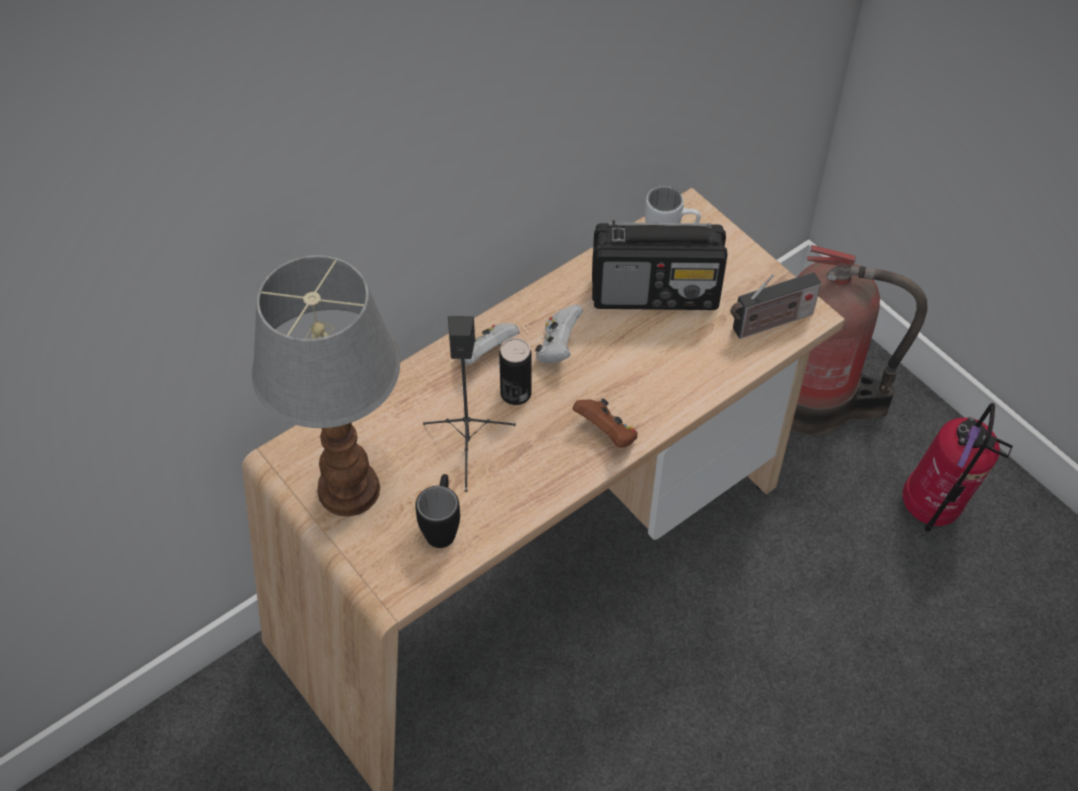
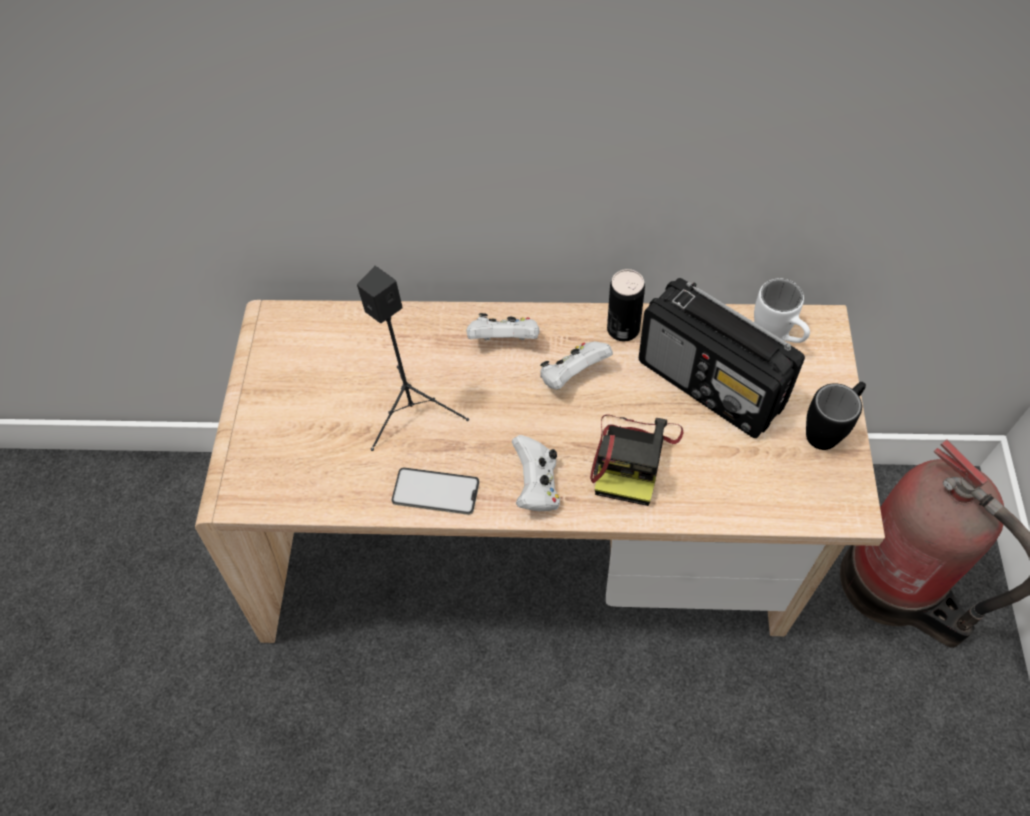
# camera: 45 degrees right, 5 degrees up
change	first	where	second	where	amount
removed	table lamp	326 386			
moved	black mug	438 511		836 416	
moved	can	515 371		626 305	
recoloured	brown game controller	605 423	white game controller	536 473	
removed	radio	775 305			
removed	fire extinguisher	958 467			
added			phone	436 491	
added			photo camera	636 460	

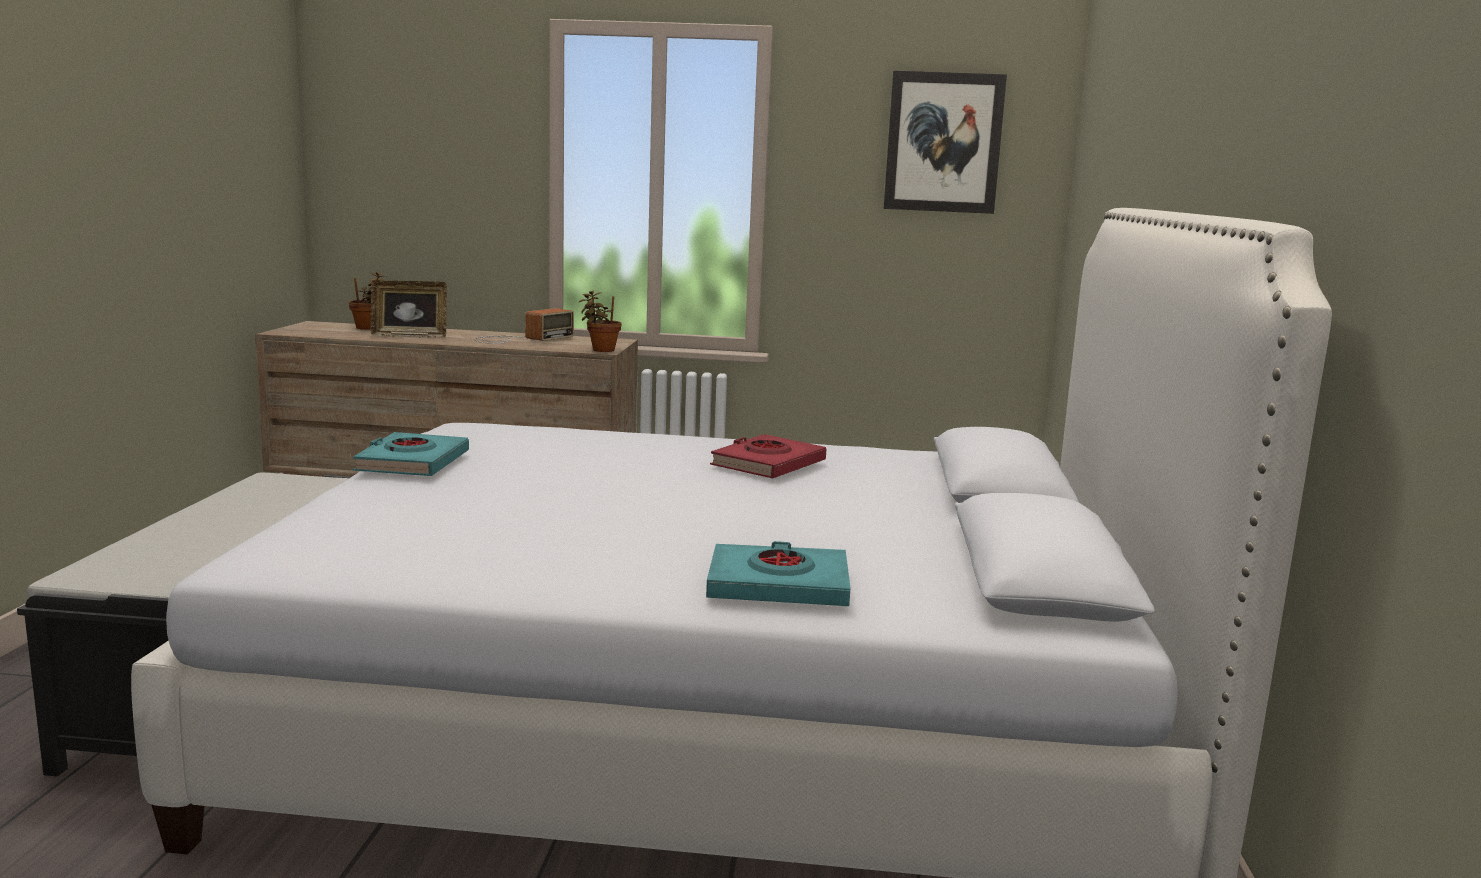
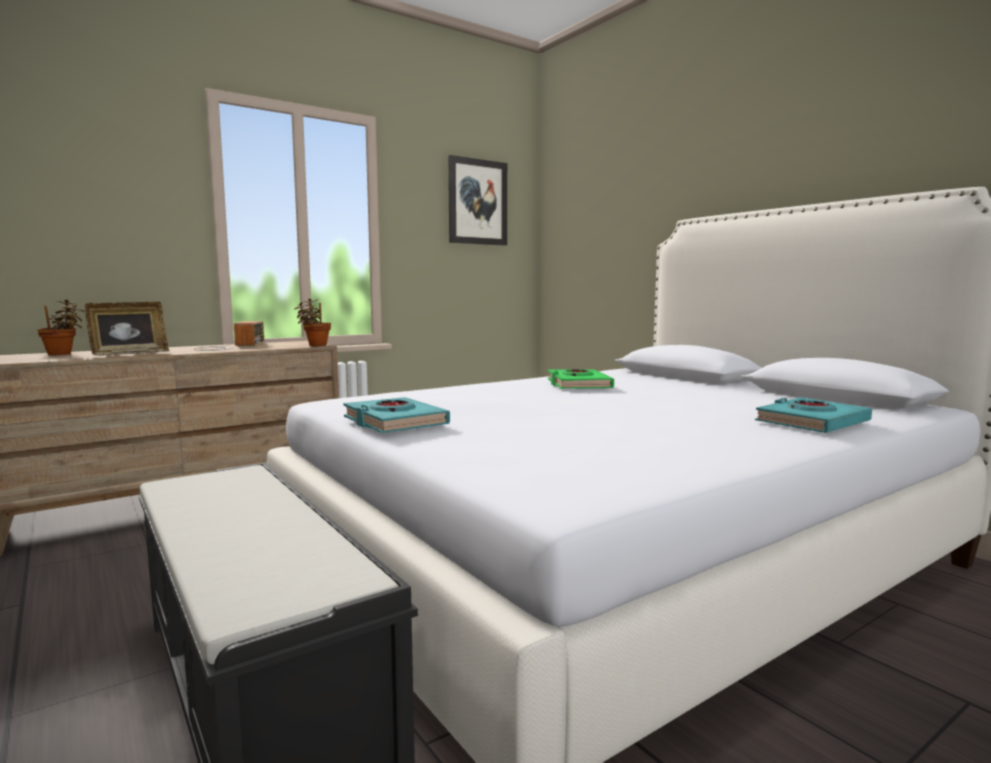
# camera: 40 degrees left, 5 degrees down
change	first	where	second	where	amount
recoloured	red book	768 456	green book	581 379	

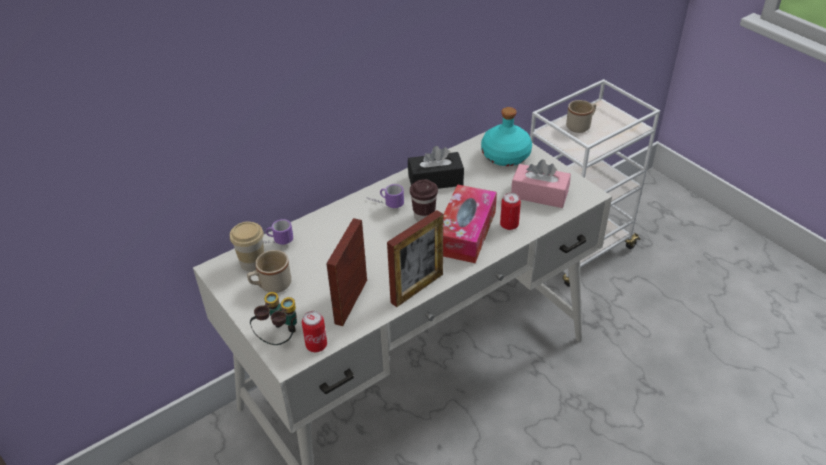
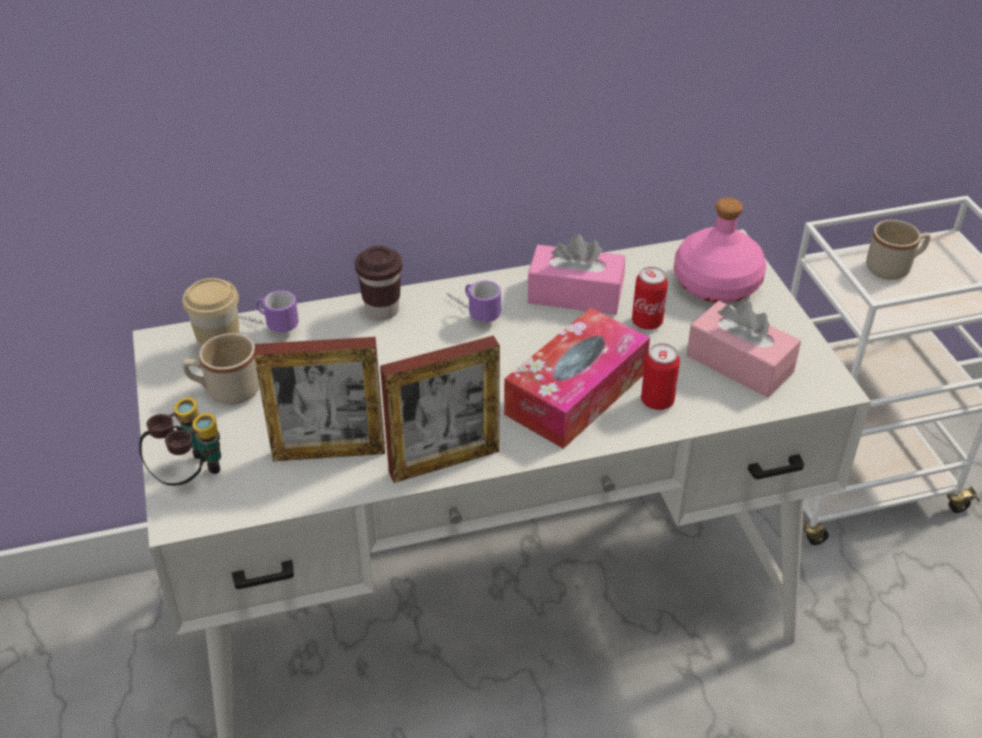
# camera: 20 degrees right, 0 degrees up
change	first	where	second	where	amount
moved	can	314 331		650 298	
turned	picture frame	346 272		319 399	135 degrees counterclockwise
recoloured	black tissue box	436 167	pink tissue box	576 274	
moved	brown cup	424 200		378 283	
recoloured	turquoise bottle	506 136	pink bottle	720 250	

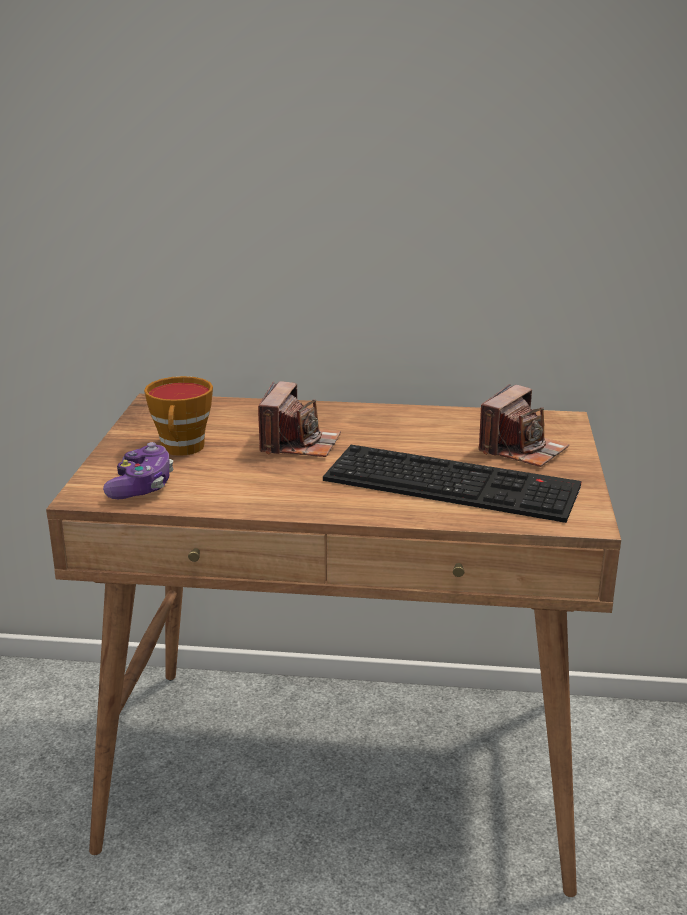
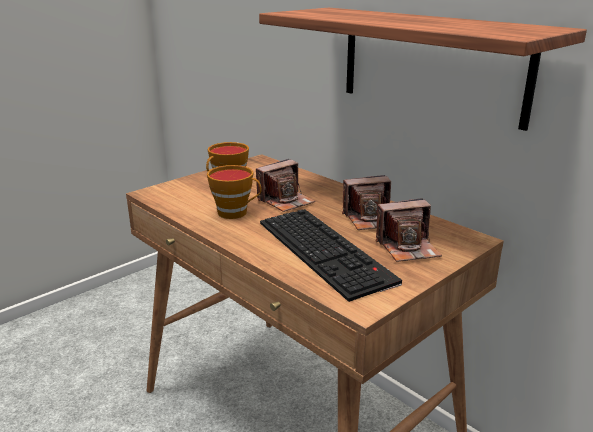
# camera: 40 degrees right, 0 degrees up
change	first	where	second	where	amount
removed	game controller	138 470			
added			cup	234 192	
added			shelf	423 69	
added			photo camera	366 202	

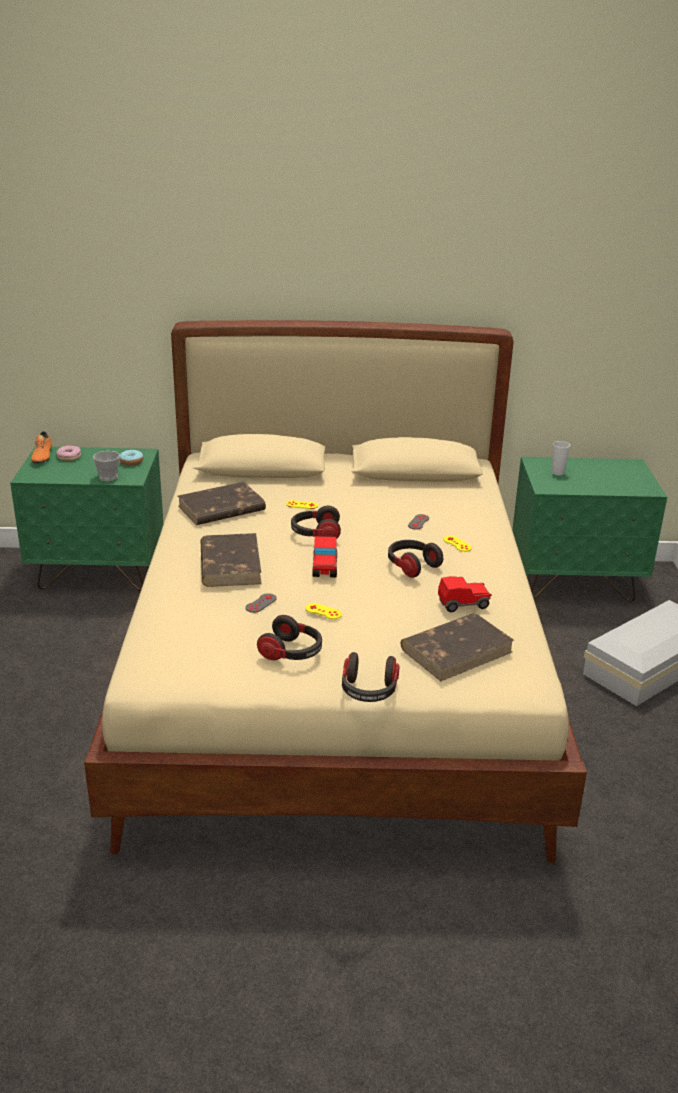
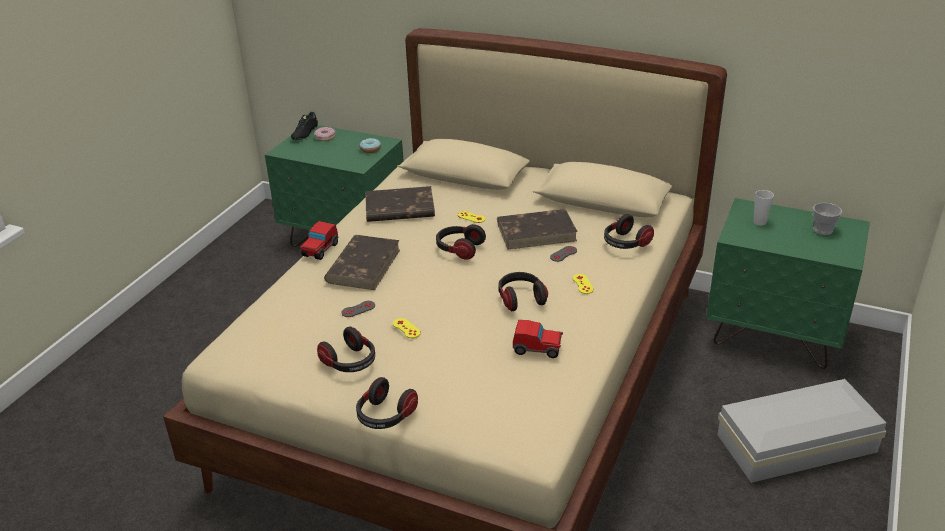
# camera: 25 degrees right, 5 degrees up
change	first	where	second	where	amount
recoloured	orange shoe	41 447	black shoe	304 126	
moved	cup	106 466		827 219	
moved	toy car	324 556		319 240	
moved	brown book	457 647		537 229	
added			headphones	629 231	

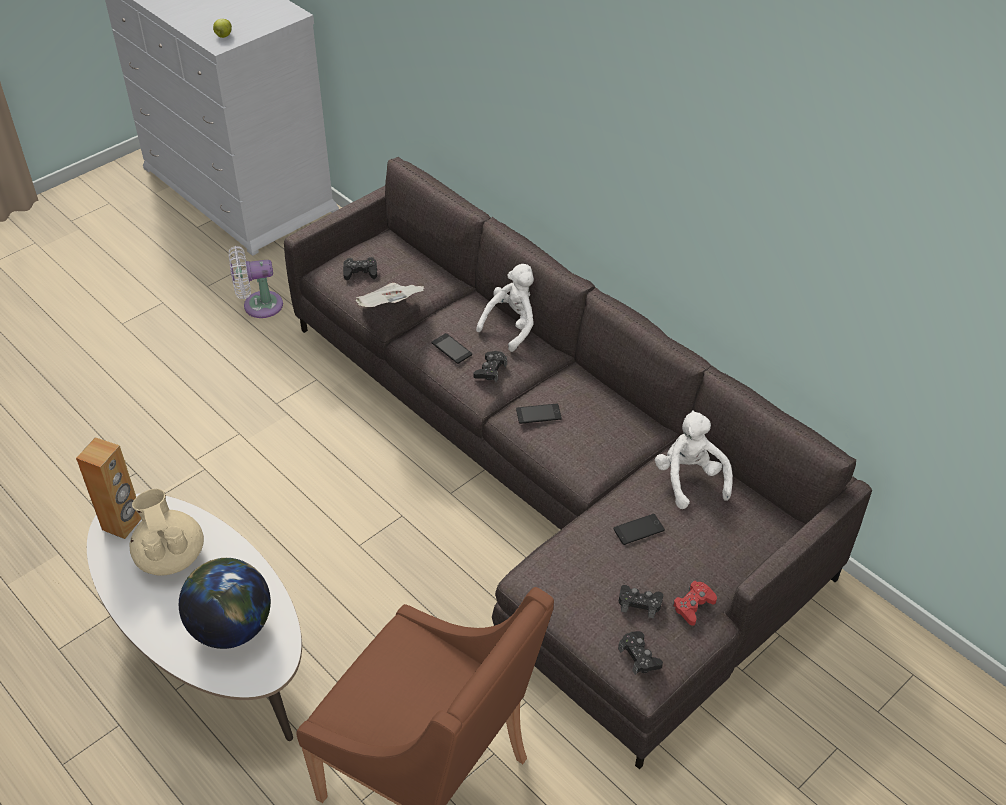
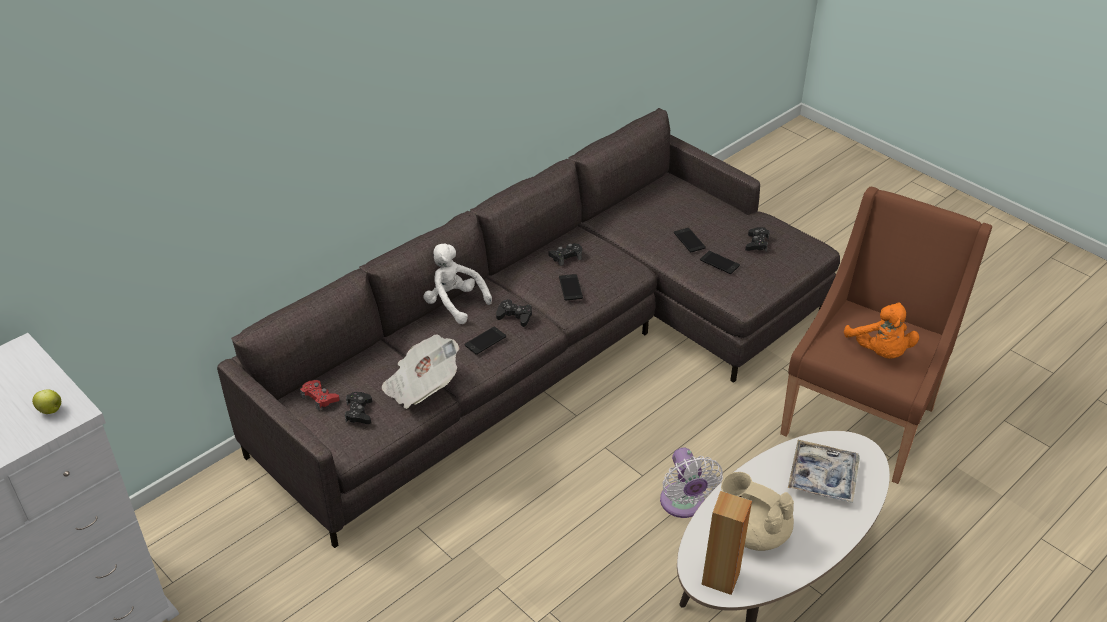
# camera: 90 degrees left, 5 degrees down
change	first	where	second	where	amount
turned	beige teapot	167 532		757 511	60 degrees clockwise
replaced	globe	225 603	tray	824 471	
moved	white fan	256 282		691 483	
moved	black game controller	640 653		565 254	
removed	white plush toy	694 459			
moved	red game controller	694 603		320 395	
added			phone	720 262	
added			orange plush toy	881 330	

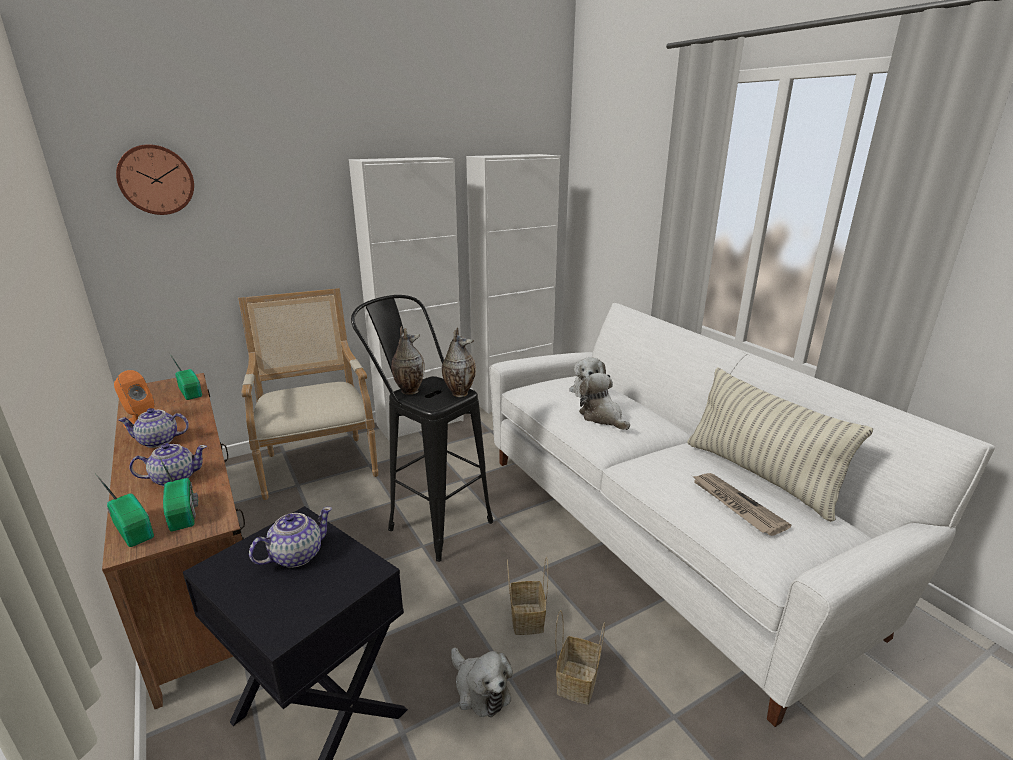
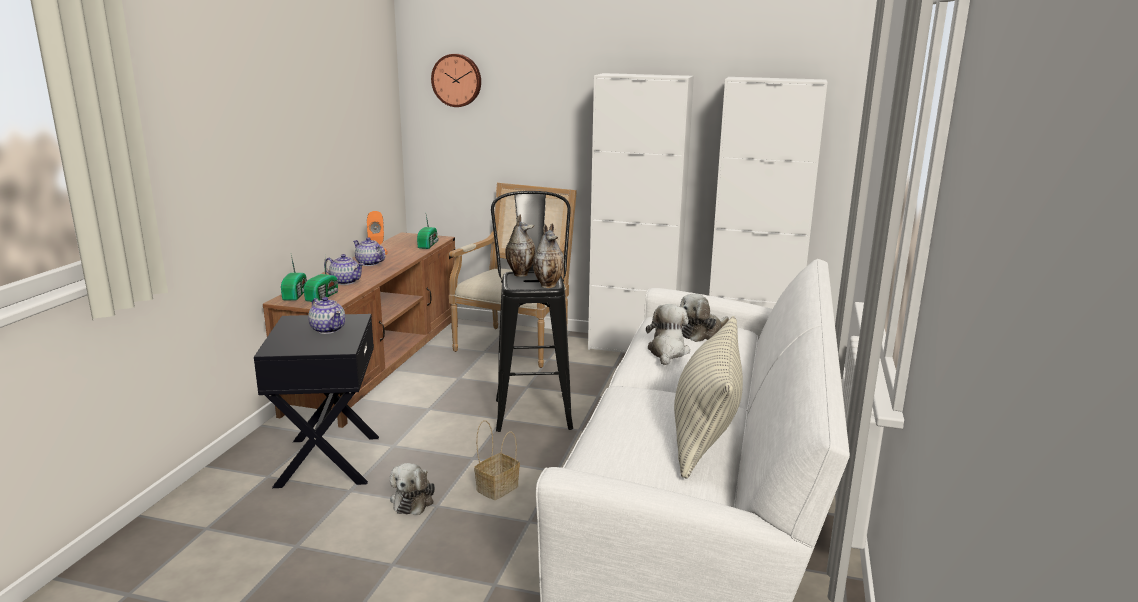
# camera: 45 degrees right, 5 degrees down
change	first	where	second	where	amount
turned	teapot	290 537		326 315	45 degrees clockwise
removed	basket	580 657			
removed	newspaper	741 504			

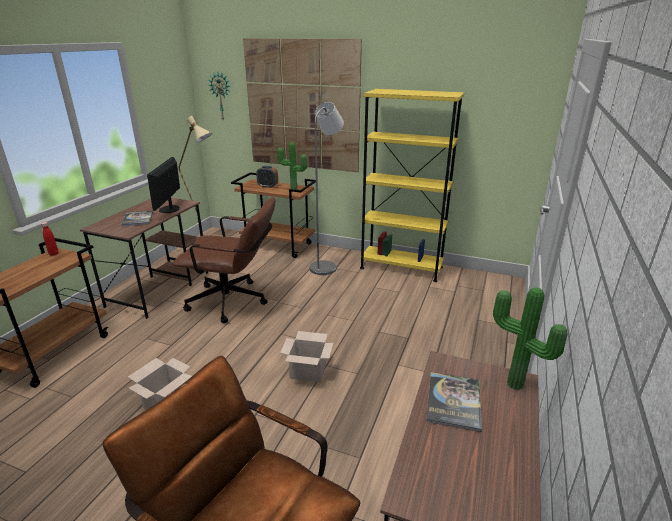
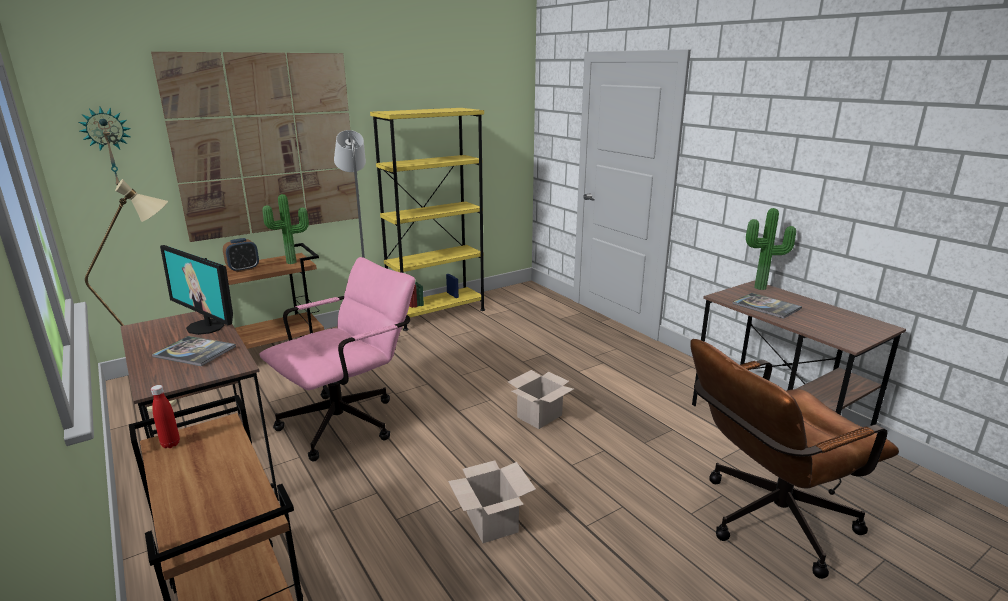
# camera: 55 degrees left, 5 degrees down
change	first	where	second	where	amount
recoloured	brown office chair	224 260	pink office chair	337 359	

